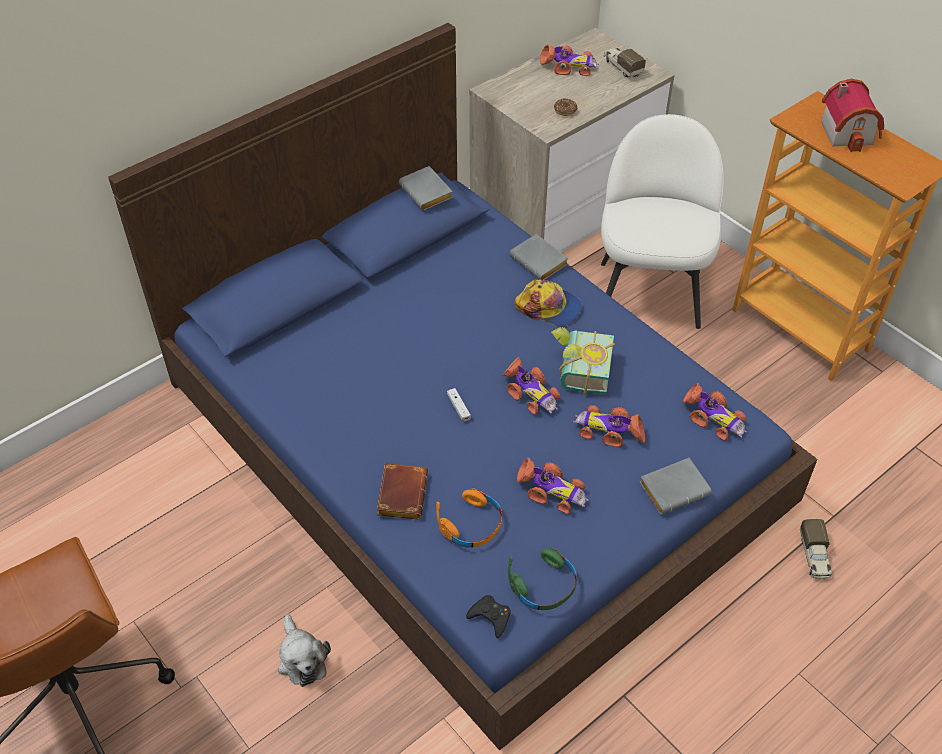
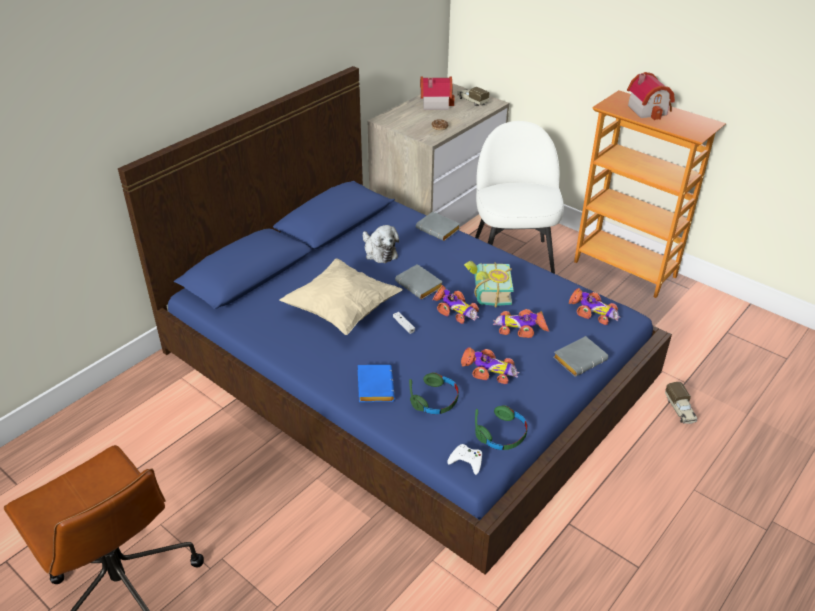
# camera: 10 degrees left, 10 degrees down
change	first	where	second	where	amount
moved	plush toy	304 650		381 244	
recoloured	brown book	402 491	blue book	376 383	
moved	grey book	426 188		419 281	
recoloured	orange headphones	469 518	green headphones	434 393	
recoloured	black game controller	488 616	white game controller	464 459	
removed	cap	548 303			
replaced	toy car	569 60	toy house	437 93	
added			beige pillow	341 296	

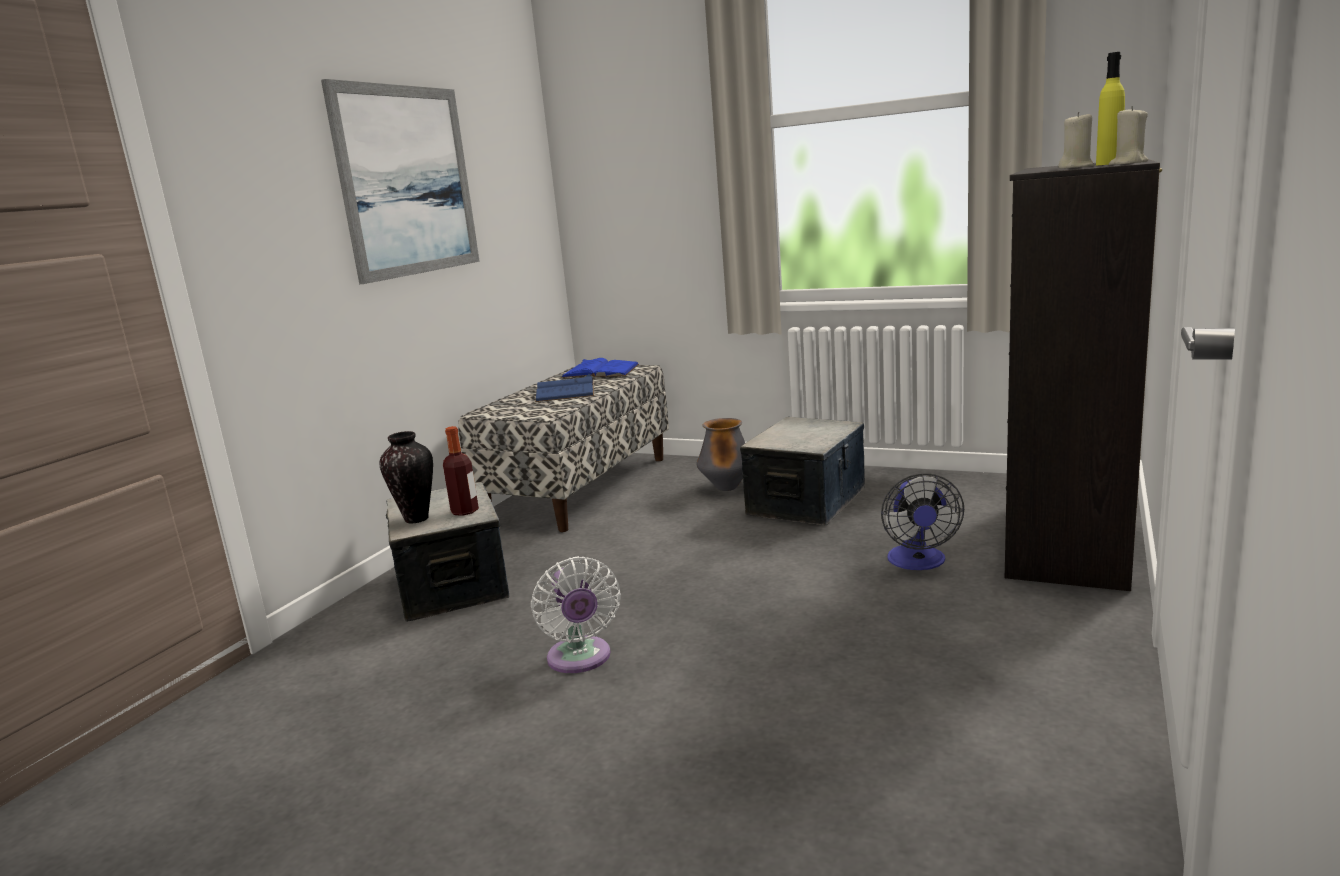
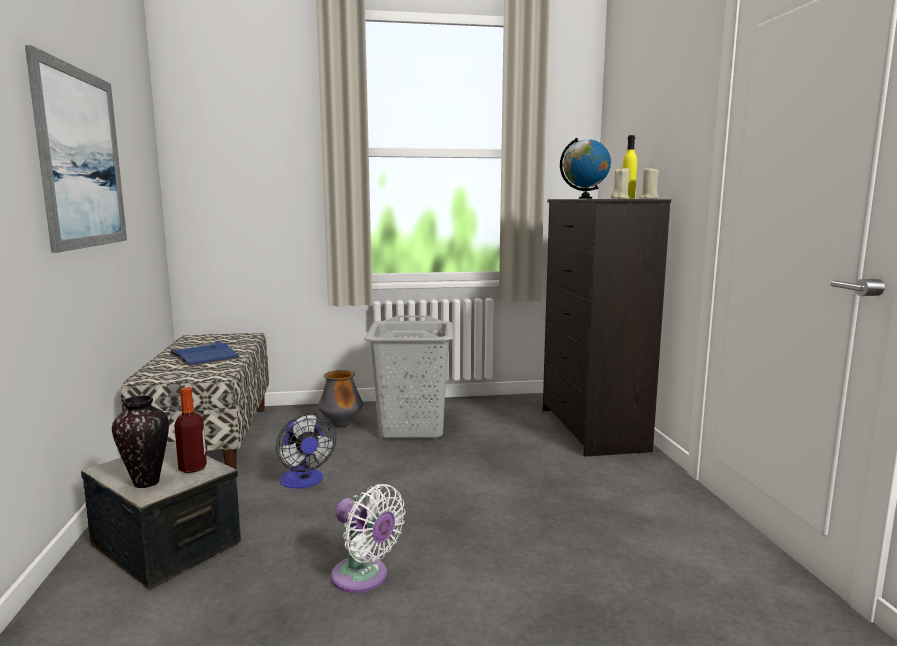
# camera: 35 degrees left, 5 degrees down
change	first	where	second	where	amount
removed	blue book	600 368			
replaced	storage box	802 471	grey laundry basket	409 376	
moved	fan	922 521		306 450	
added			globe	585 168	

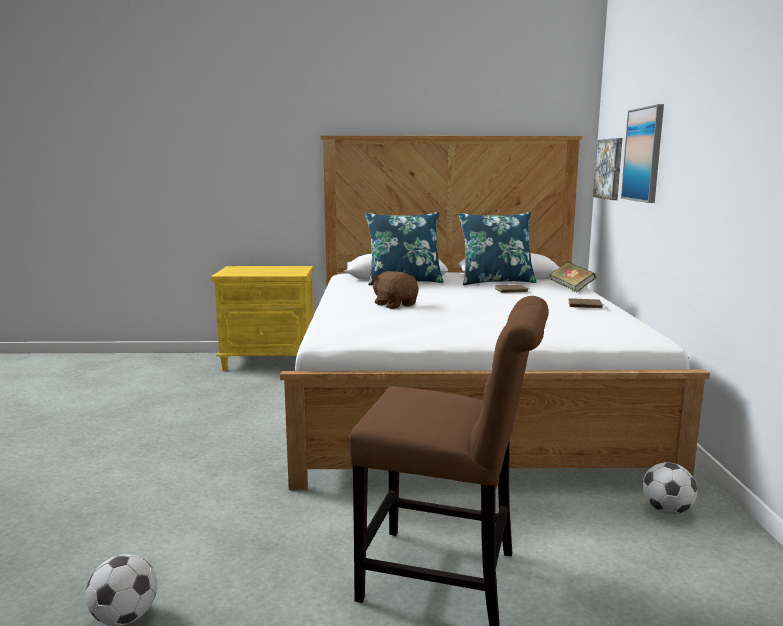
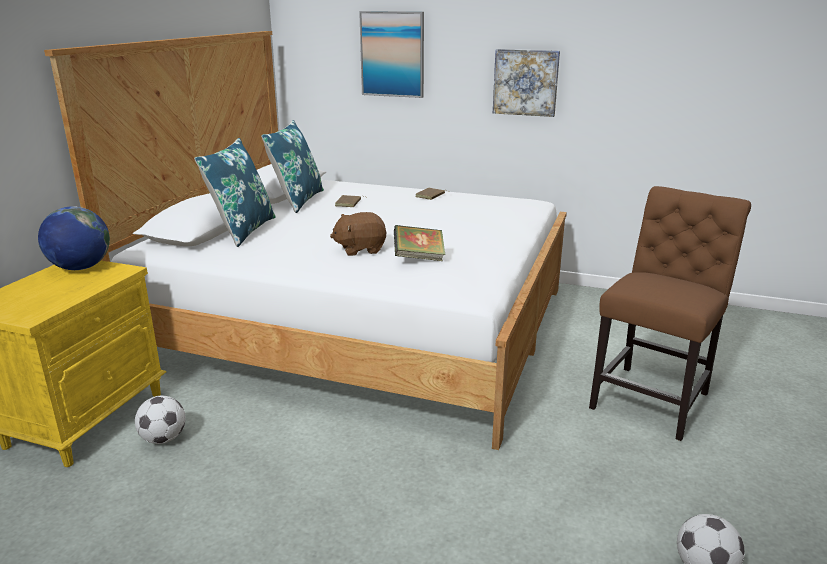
# camera: 70 degrees left, 10 degrees up
change	first	where	second	where	amount
moved	book	573 277		420 243	
moved	picture	608 169		526 83	
moved	football	669 488		160 419	
added			globe	74 238	

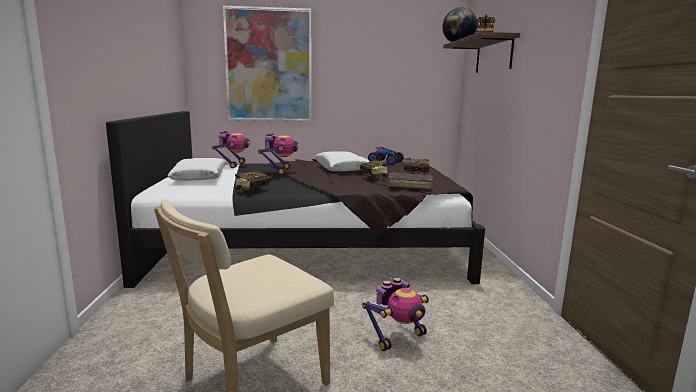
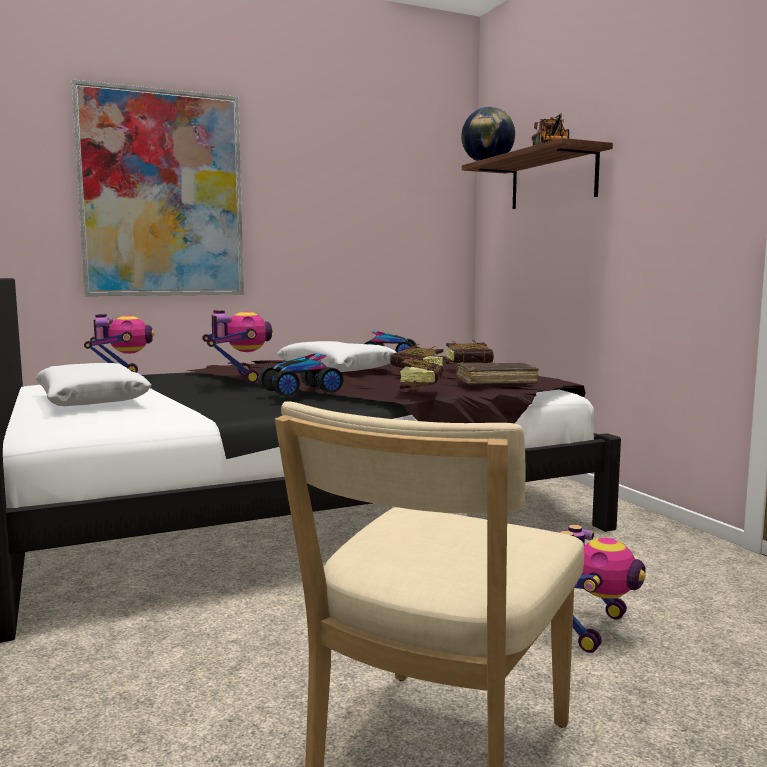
# camera: 20 degrees left, 5 degrees down
change	first	where	second	where	amount
moved	book	253 180		421 372	
added			toy car	300 375	

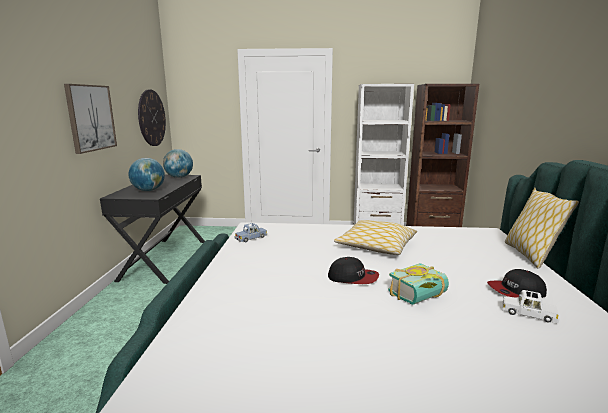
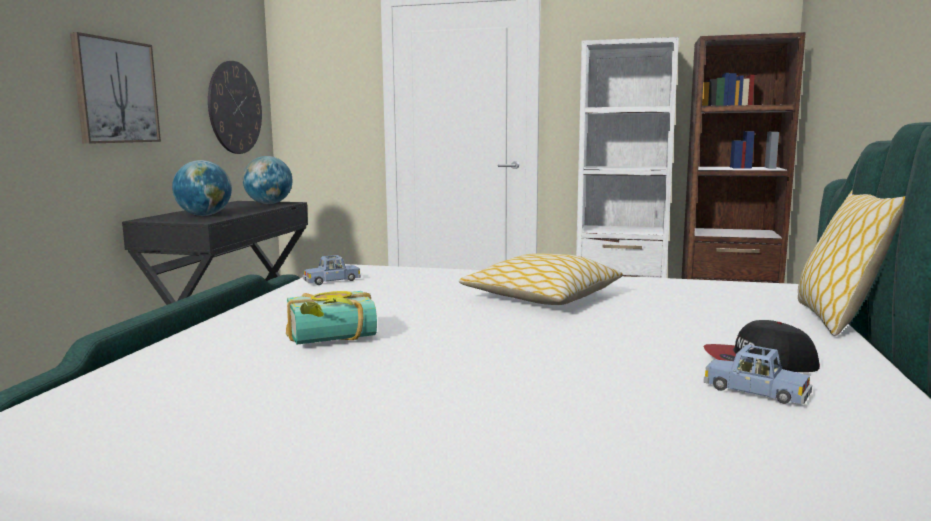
# camera: 10 degrees right, 5 degrees down
change	first	where	second	where	amount
removed	cap	353 270			
moved	book	418 284		331 318	
recoloured	white toy car	530 306	blue toy car	757 375	

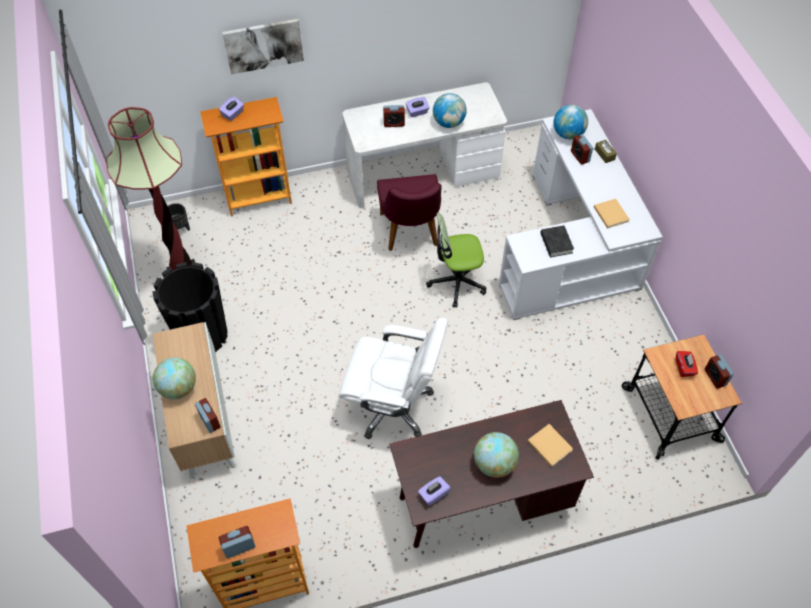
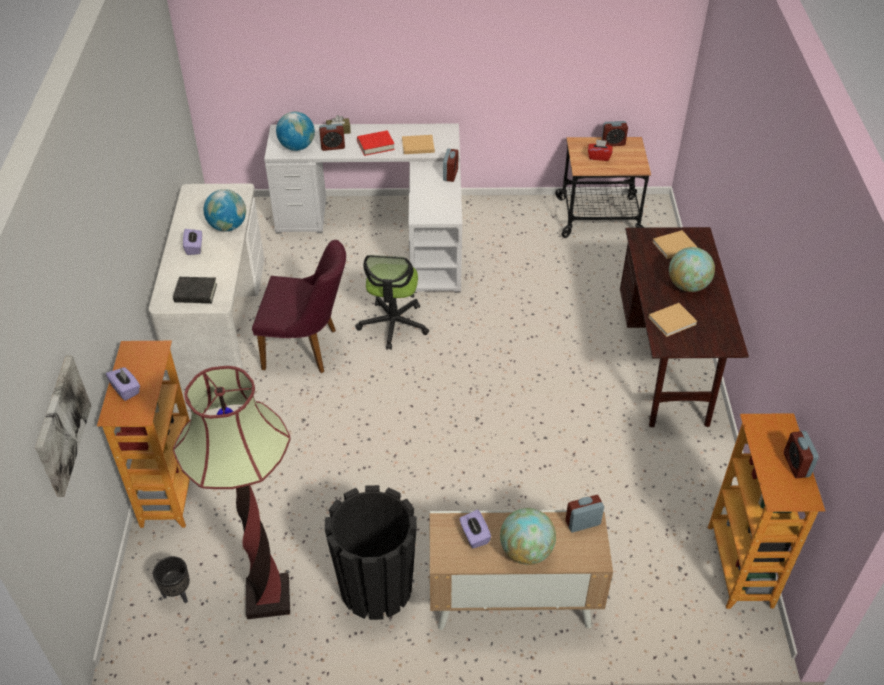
# camera: 75 degrees left, 10 degrees down
change	first	where	second	where	amount
moved	picture	263 46		63 426	
removed	white office chair	393 378			
moved	alarm clock	394 116		450 165	
moved	purple tissue box	434 491		475 529	
moved	black book	557 241		195 290	
added			red book	376 143	
added			beige book	673 320	

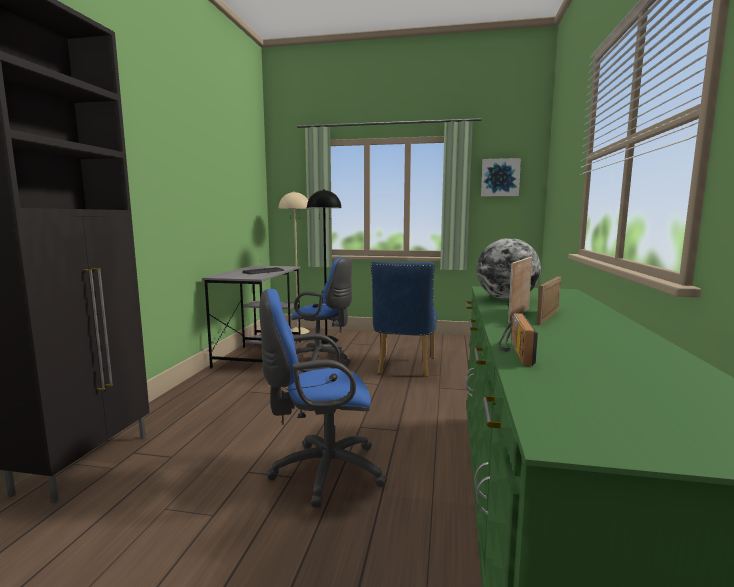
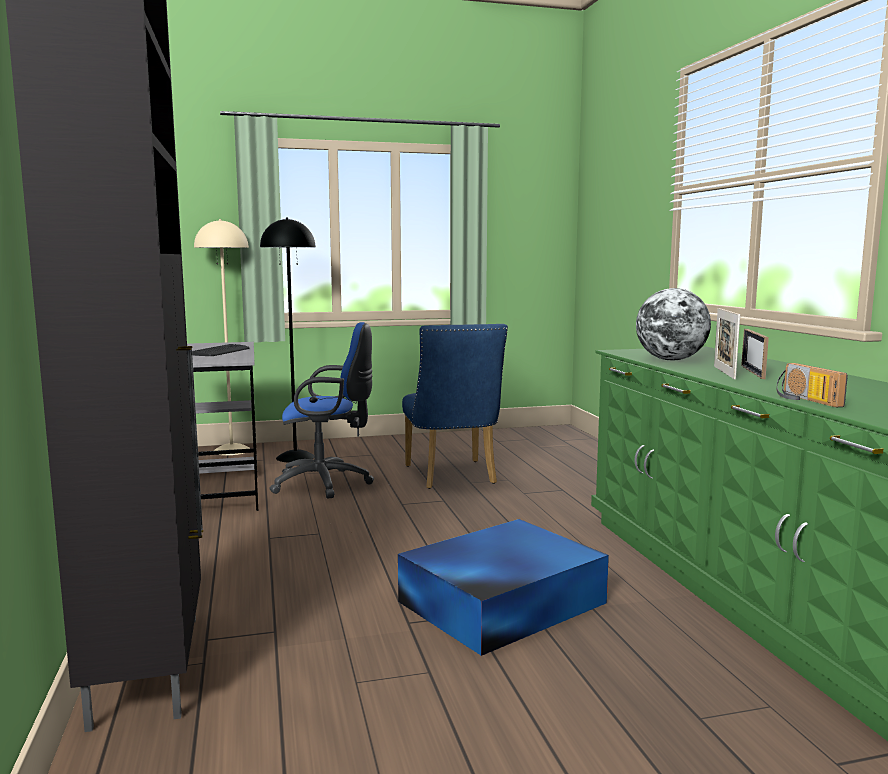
# camera: 25 degrees left, 0 degrees up
change	first	where	second	where	amount
replaced	blue office chair	323 398	blue storage box	503 587	
removed	picture	501 177			

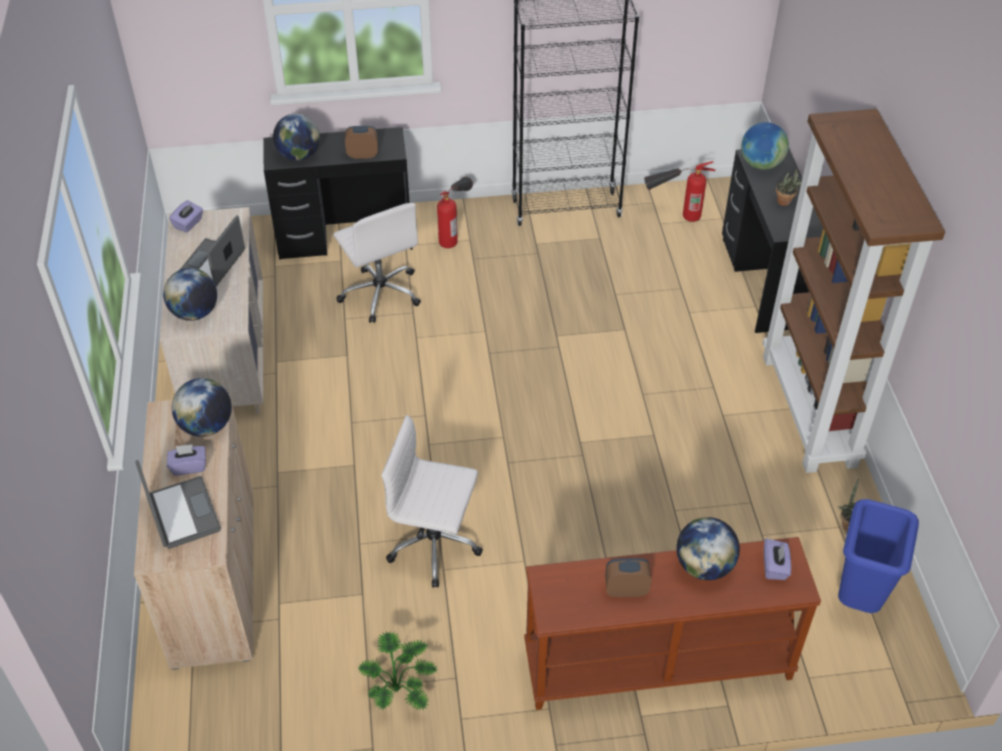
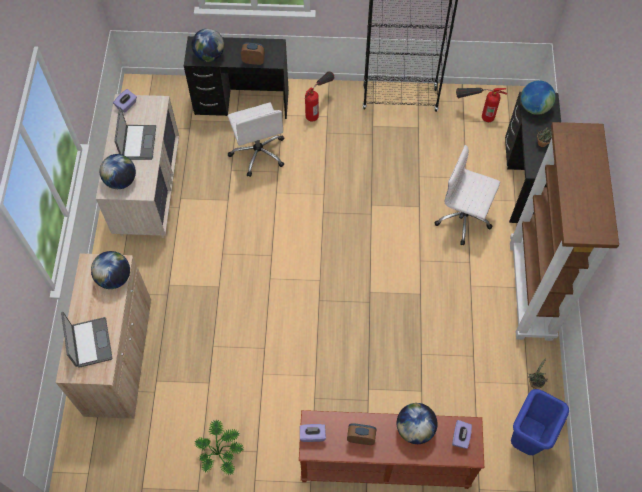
# camera: 10 degrees right, 15 degrees up
change	first	where	second	where	amount
moved	purple tissue box	186 460		313 433	
turned	laptop	212 251		135 133	150 degrees clockwise
moved	white office chair	432 501		467 195	

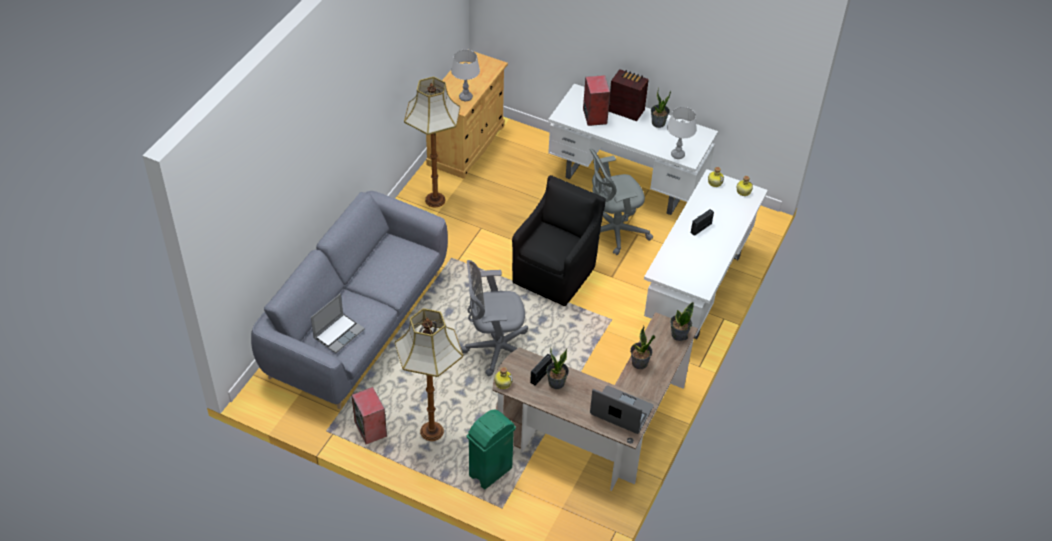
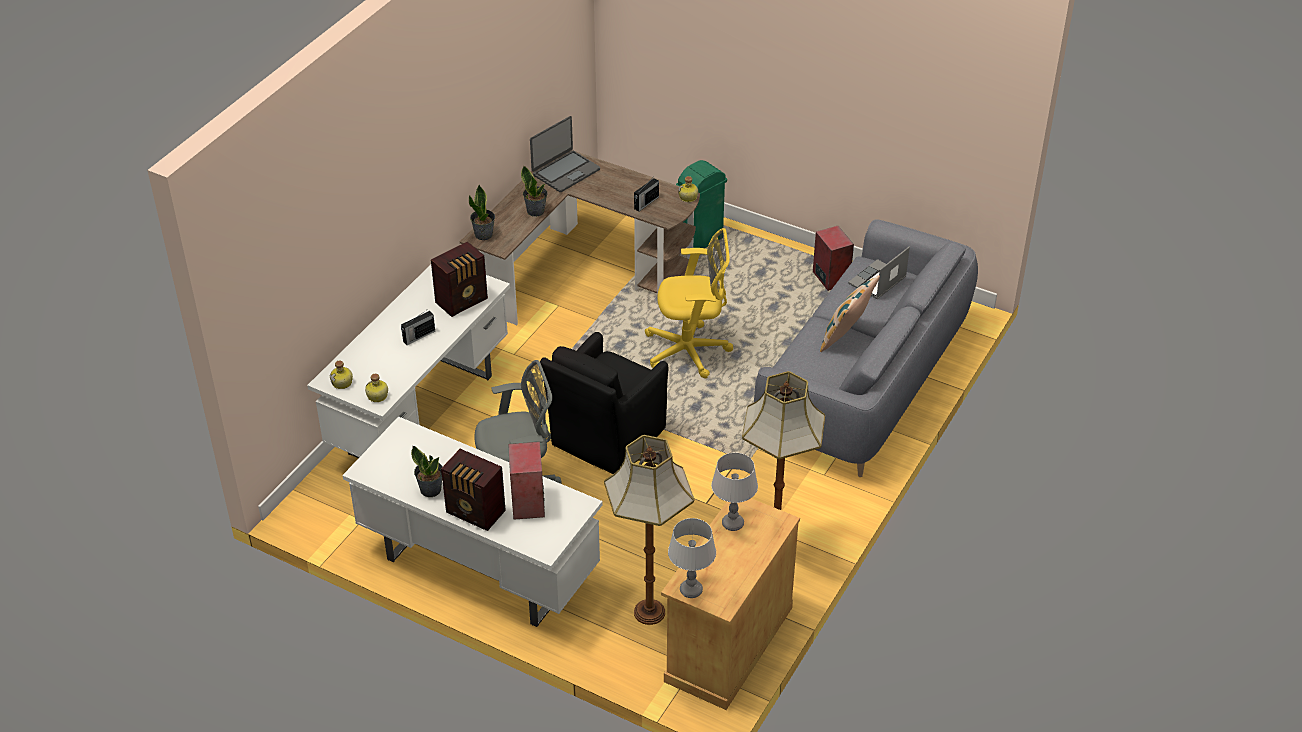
# camera: 175 degrees left, 5 degrees down
change	first	where	second	where	amount
moved	floor lamp	429 374		649 530	
recoloured	grey office chair	494 318	yellow office chair	689 303	
removed	potted plant	557 368			
turned	laptop	622 409		565 154	75 degrees counterclockwise
moved	grey table lamp	682 133		692 558	
added			radio	459 279	
added			pillow	850 313	

